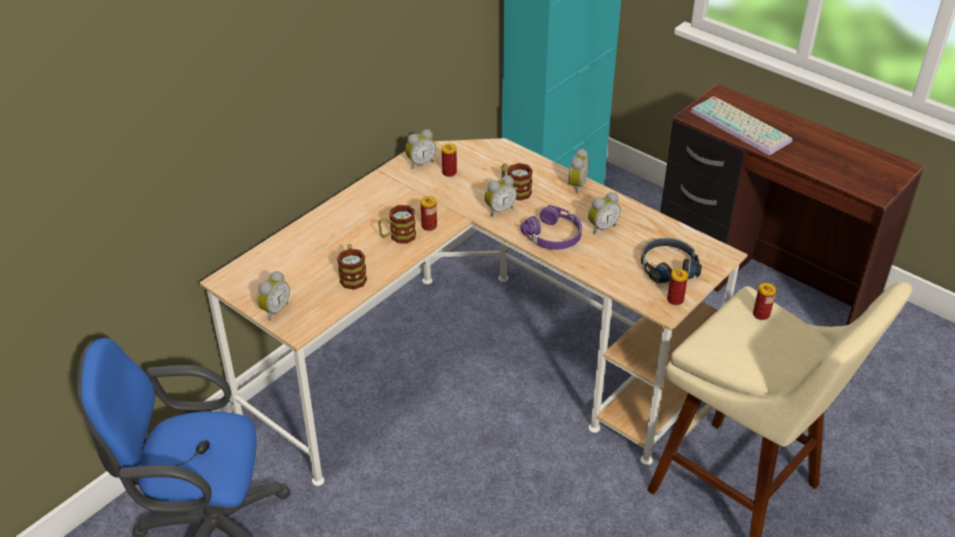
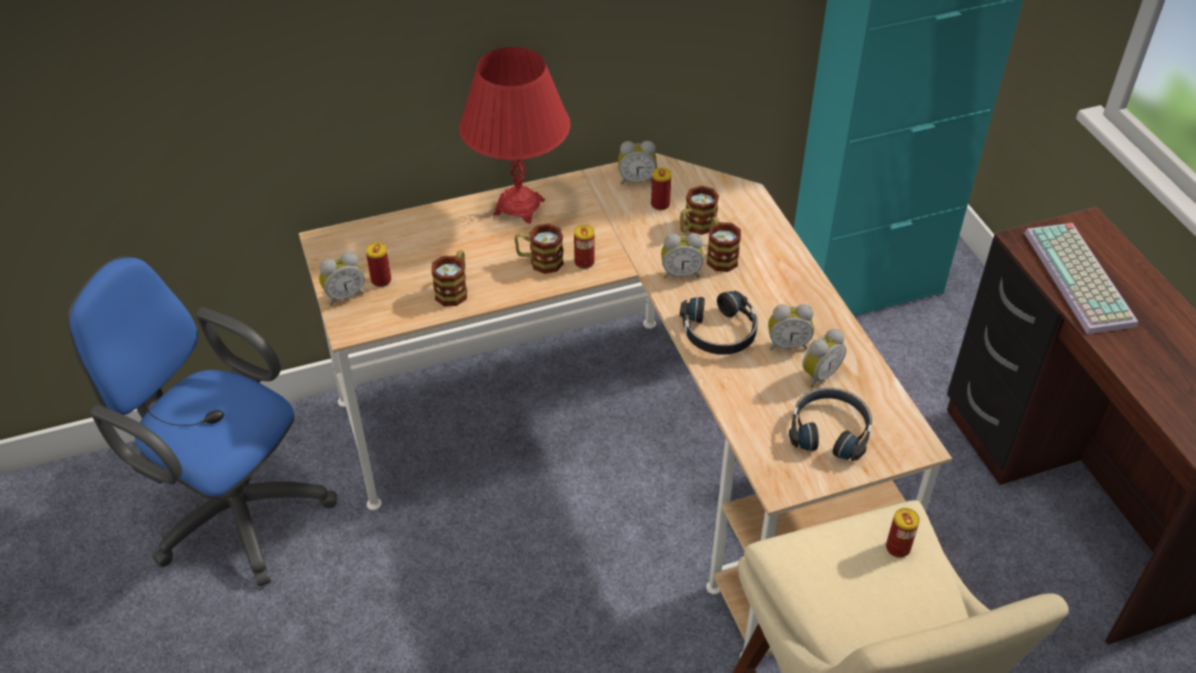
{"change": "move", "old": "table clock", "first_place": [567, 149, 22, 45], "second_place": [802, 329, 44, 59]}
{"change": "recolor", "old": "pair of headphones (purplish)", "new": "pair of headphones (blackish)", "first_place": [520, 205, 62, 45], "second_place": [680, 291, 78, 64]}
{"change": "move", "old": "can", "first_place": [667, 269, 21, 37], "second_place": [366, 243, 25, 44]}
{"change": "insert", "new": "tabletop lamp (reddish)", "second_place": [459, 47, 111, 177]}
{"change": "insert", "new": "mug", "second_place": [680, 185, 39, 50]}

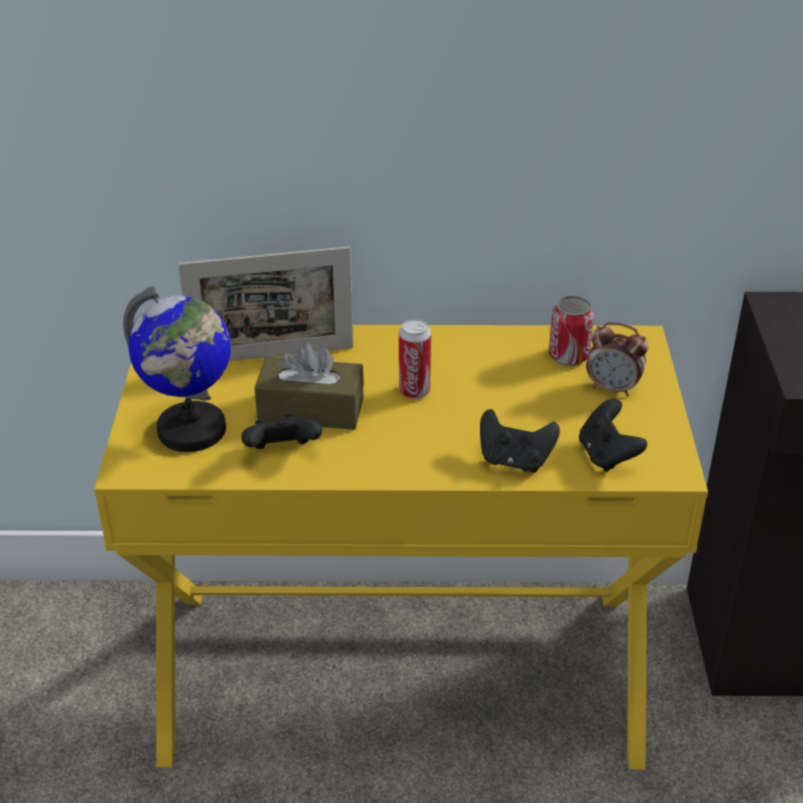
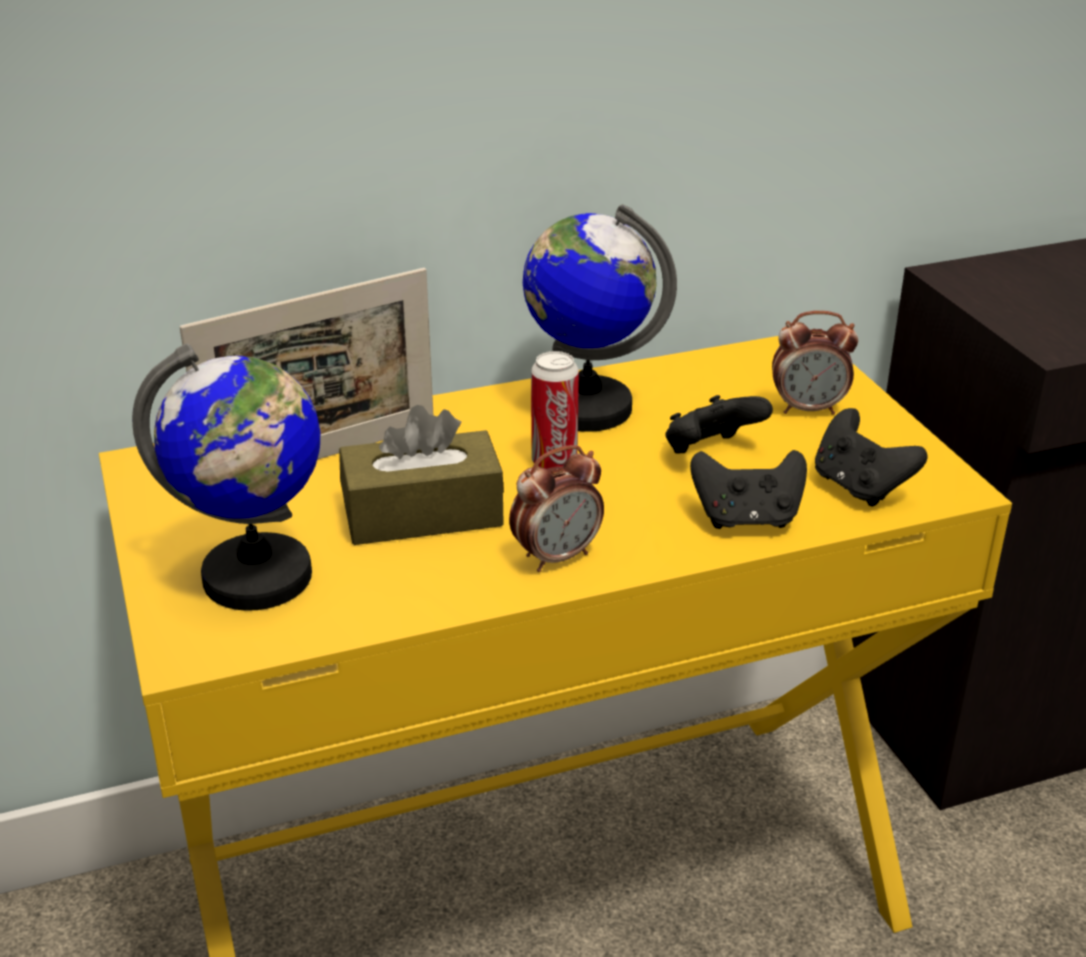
{"change": "delete", "old": "can", "first_place": [549, 296, 45, 70]}
{"change": "move", "old": "gamepad (blackish)", "first_place": [242, 413, 80, 36], "second_place": [665, 395, 108, 59]}
{"change": "insert", "new": "world globe", "second_place": [523, 204, 154, 228]}
{"change": "insert", "new": "table clock", "second_place": [509, 445, 95, 127]}

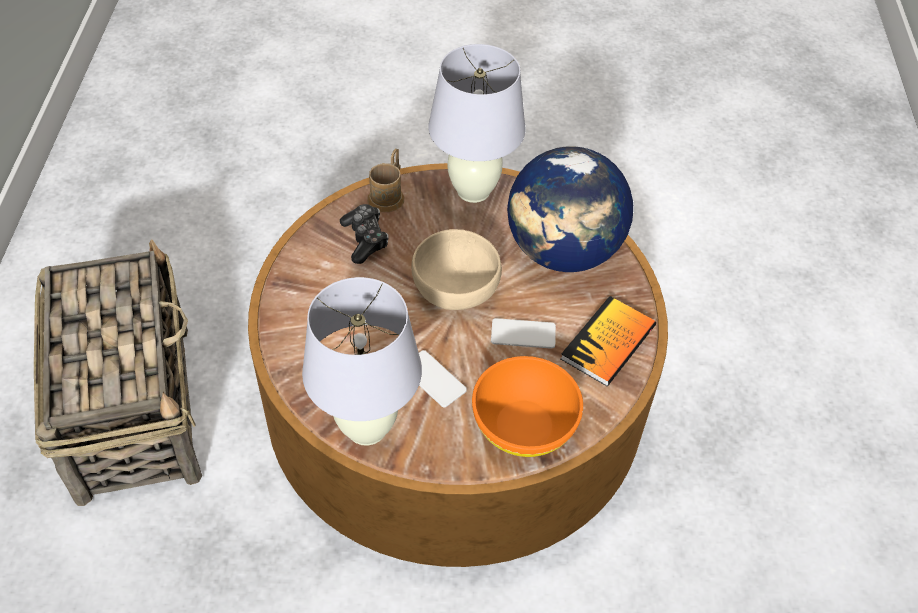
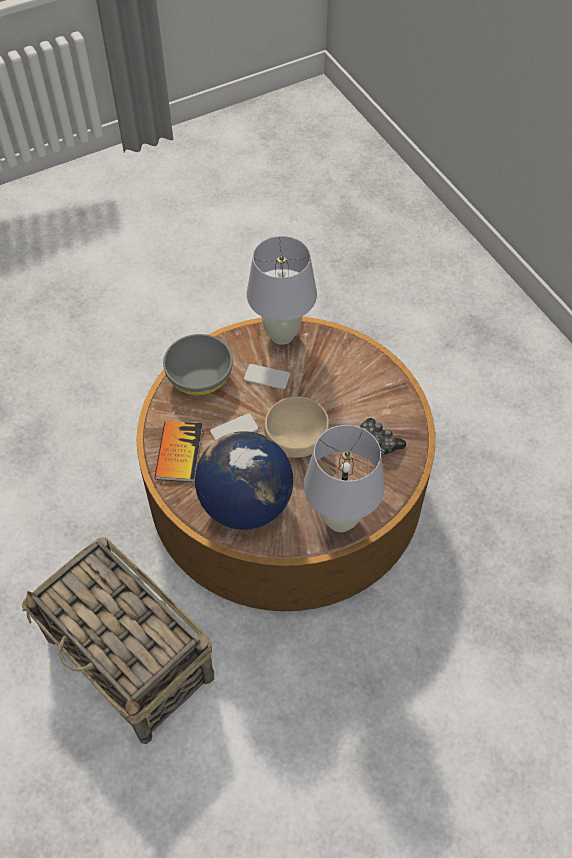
{"change": "delete", "old": "mug (brown)", "first_place": [367, 148, 37, 64]}
{"change": "move", "old": "basket", "first_place": [34, 239, 168, 267], "second_place": [21, 538, 193, 206]}
{"change": "recolor", "old": "serving bowl (orangey)", "new": "serving bowl (gray)", "first_place": [472, 356, 111, 101], "second_place": [163, 334, 70, 61]}

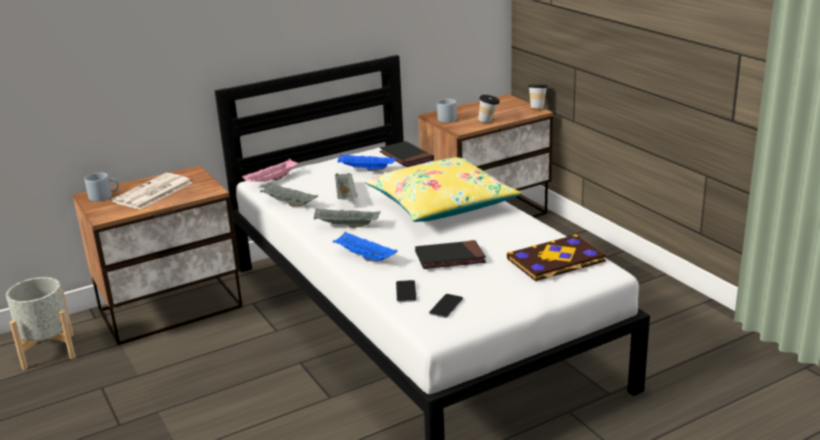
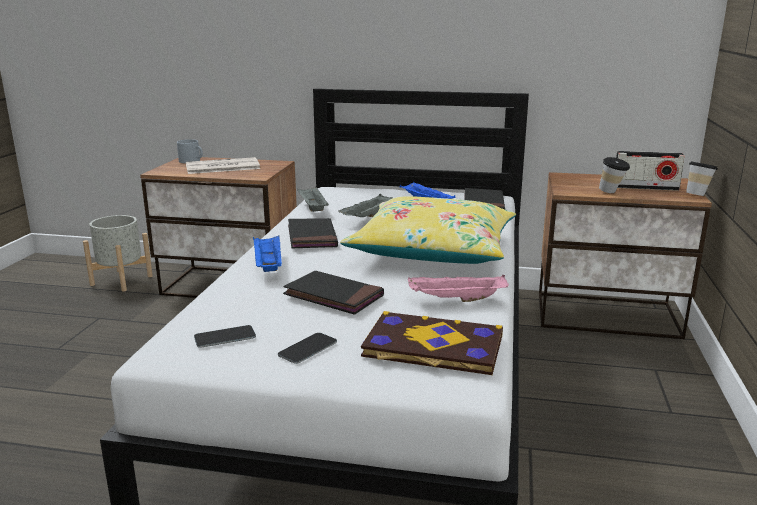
{"change": "delete", "old": "mug (gray)", "first_place": [436, 99, 21, 23]}
{"change": "move", "old": "carrying tray (pinkish)", "first_place": [242, 159, 56, 23], "second_place": [408, 274, 101, 28]}
{"change": "replace", "old": "carrying tray (gray)", "new": "volume (blackish)", "first_place": [314, 209, 66, 19], "second_place": [288, 218, 50, 30]}
{"change": "move", "old": "handset", "first_place": [396, 280, 21, 22], "second_place": [278, 333, 59, 31]}
{"change": "insert", "new": "radio set", "second_place": [616, 151, 69, 40]}

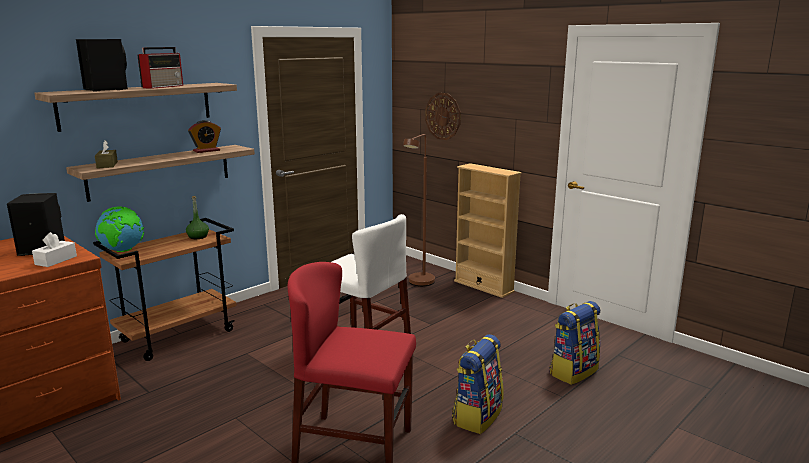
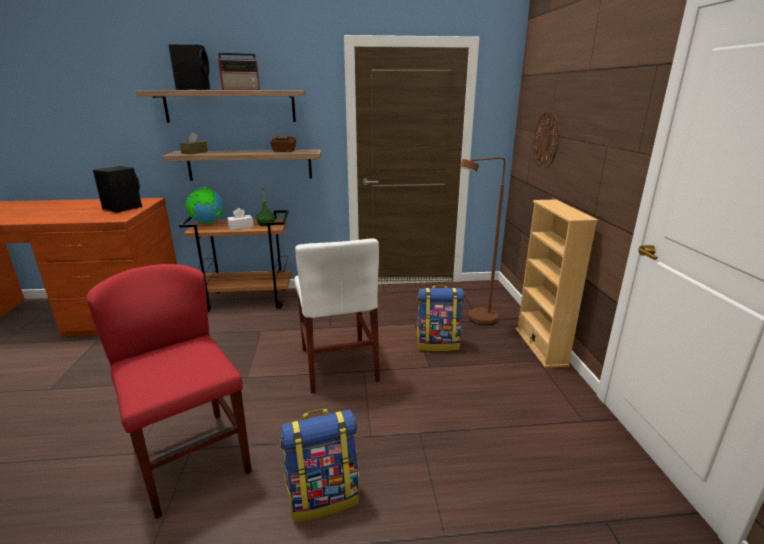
{"change": "replace", "old": "table clock", "new": "tissue box (brown)", "first_place": [188, 120, 33, 33], "second_place": [270, 132, 26, 20]}
{"change": "move", "old": "tissue box (white)", "first_place": [32, 232, 45, 35], "second_place": [227, 208, 27, 22]}
{"change": "move", "old": "rucksack", "first_place": [549, 301, 51, 84], "second_place": [416, 285, 48, 66]}

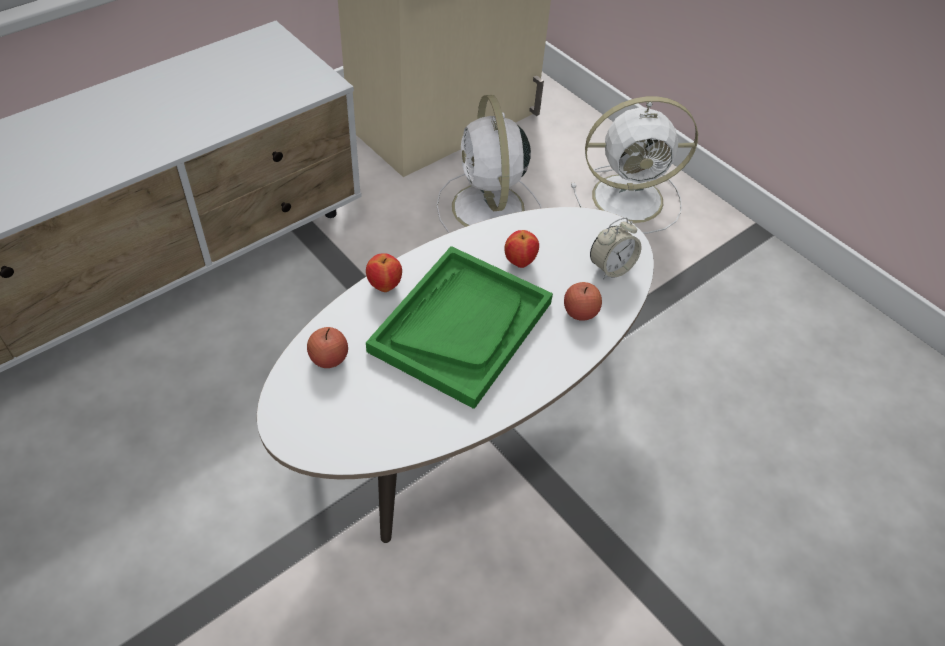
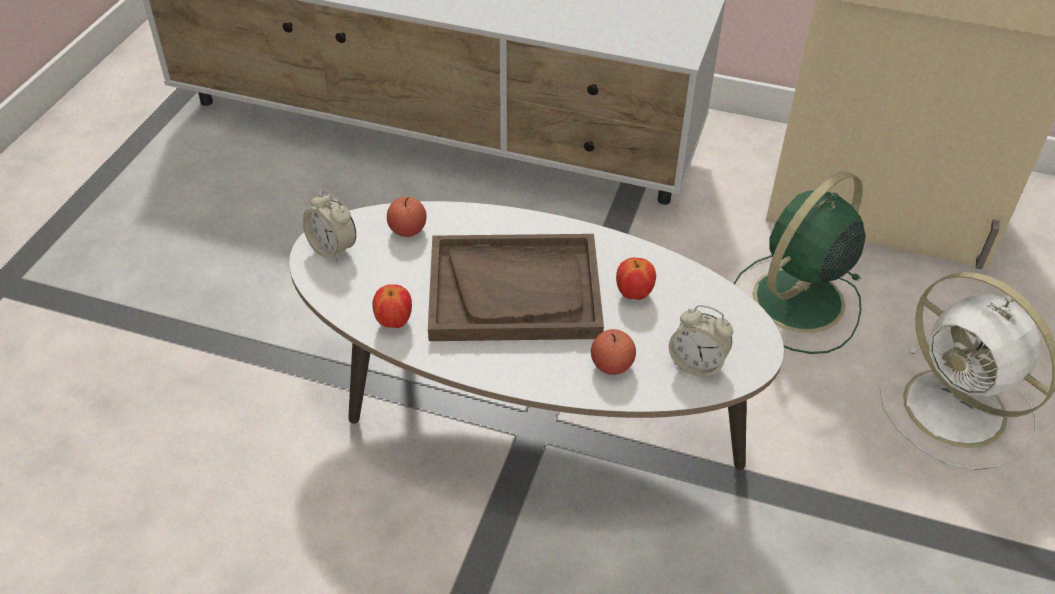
{"change": "recolor", "old": "electric fan (white)", "new": "electric fan (greenish)", "first_place": [436, 95, 106, 138], "second_place": [733, 171, 133, 183]}
{"change": "recolor", "old": "carrying tray (greenish)", "new": "carrying tray (brown)", "first_place": [366, 246, 187, 163], "second_place": [428, 234, 176, 107]}
{"change": "move", "old": "apple fruit", "first_place": [366, 253, 36, 39], "second_place": [372, 284, 40, 44]}
{"change": "insert", "new": "table clock", "second_place": [302, 190, 54, 72]}

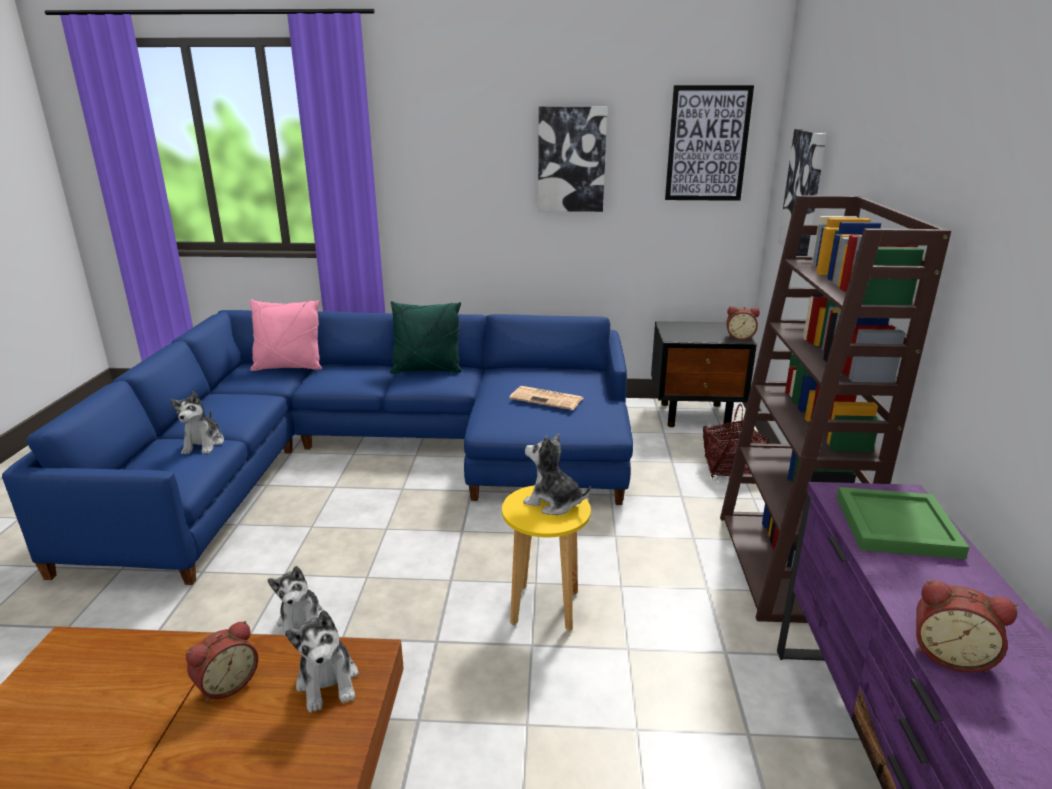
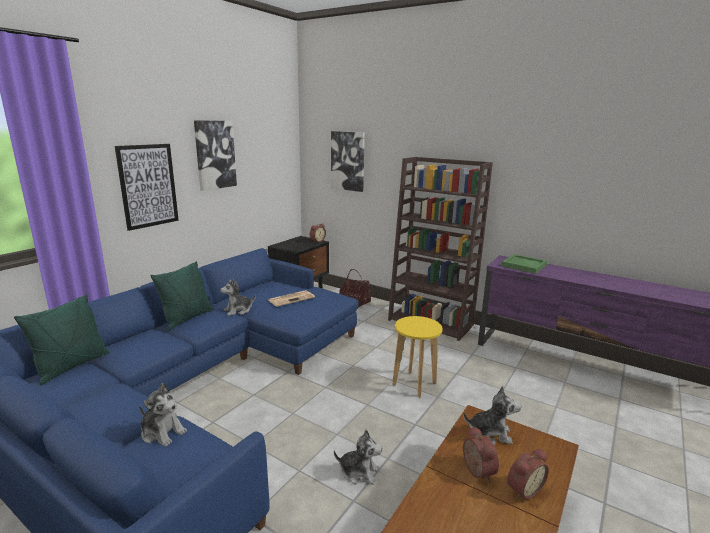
{"change": "move", "old": "wall art", "first_place": [665, 85, 89, 116], "second_place": [115, 144, 64, 87]}
{"change": "recolor", "old": "pillow (pinkish)", "new": "pillow (greenish)", "first_place": [250, 299, 72, 72], "second_place": [14, 294, 96, 91]}
{"change": "move", "old": "soft toy", "first_place": [523, 434, 68, 81], "second_place": [220, 279, 36, 37]}
{"change": "move", "old": "table clock", "first_place": [916, 580, 102, 93], "second_place": [507, 449, 42, 51]}

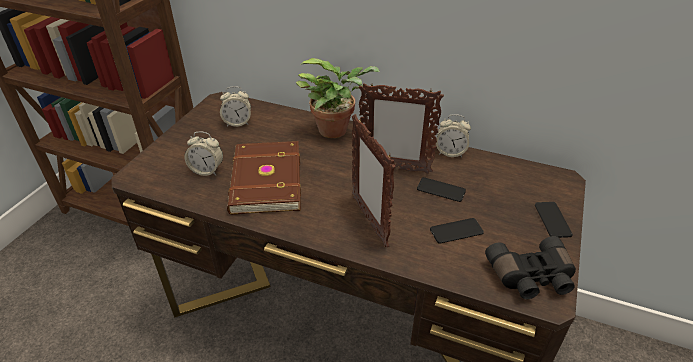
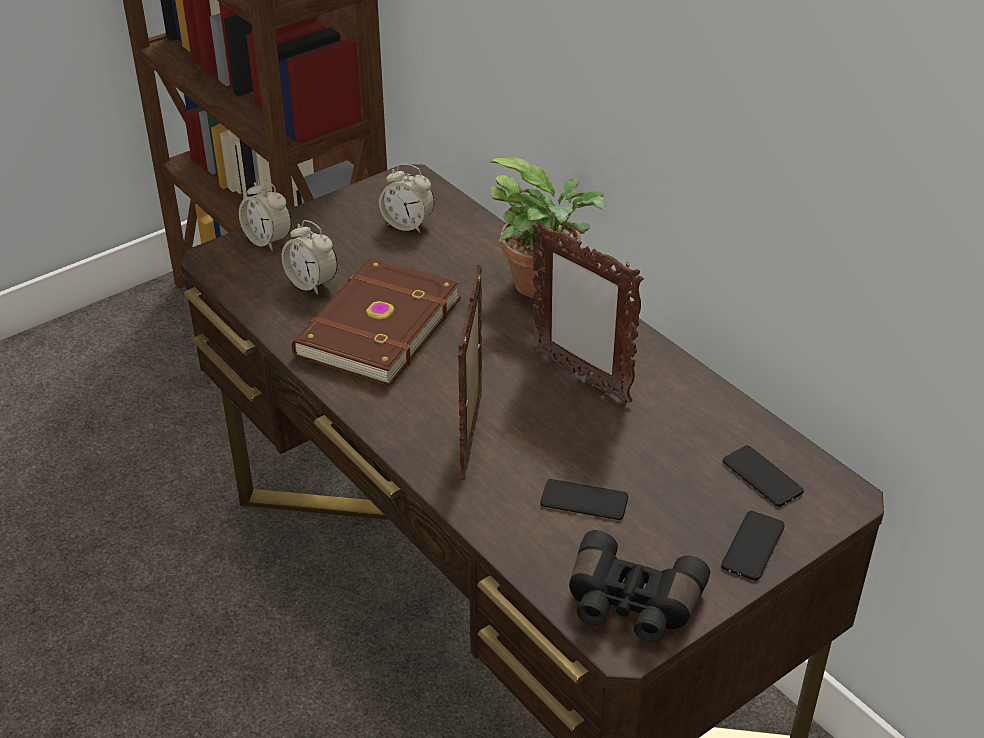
{"change": "move", "old": "table clock", "first_place": [436, 114, 35, 43], "second_place": [239, 178, 53, 73]}
{"change": "move", "old": "handset", "first_place": [417, 177, 49, 25], "second_place": [723, 445, 81, 62]}

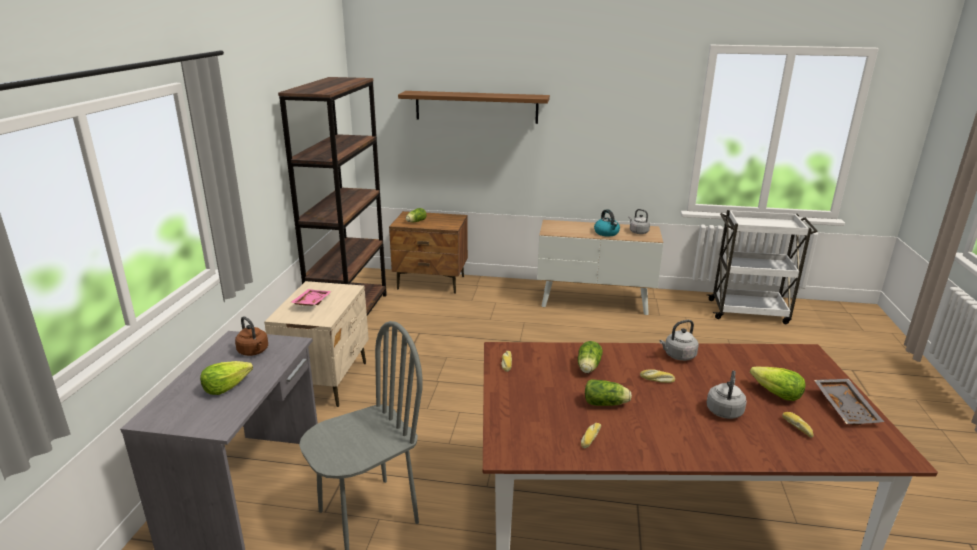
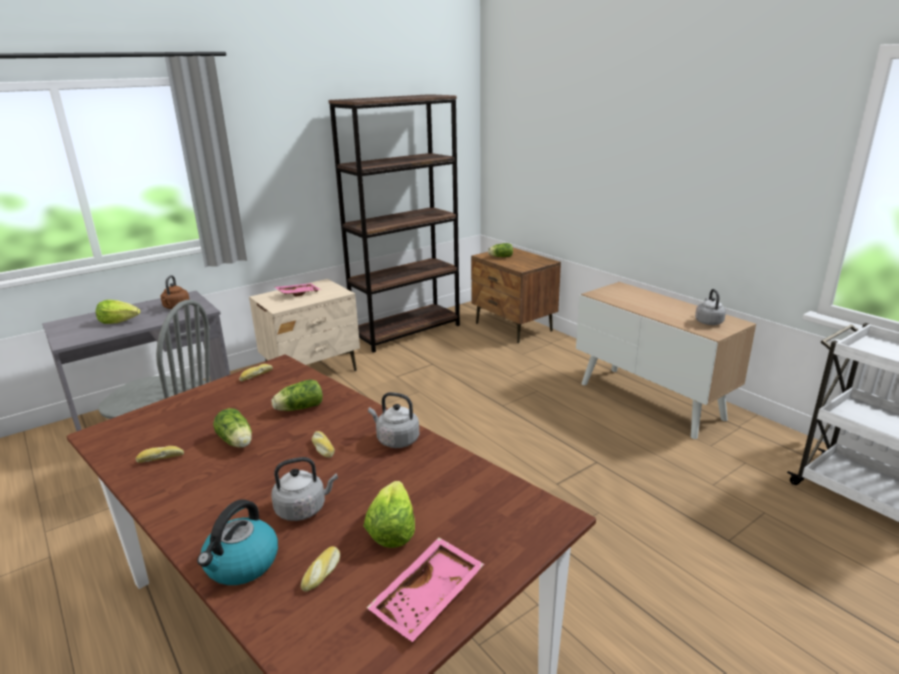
{"change": "delete", "old": "shelf", "first_place": [398, 91, 152, 33]}
{"change": "move", "old": "kettle", "first_place": [594, 209, 26, 27], "second_place": [197, 499, 81, 86]}
{"change": "recolor", "old": "carrying tray (gray)", "new": "carrying tray (pinkish)", "first_place": [814, 379, 70, 46], "second_place": [366, 537, 118, 105]}

